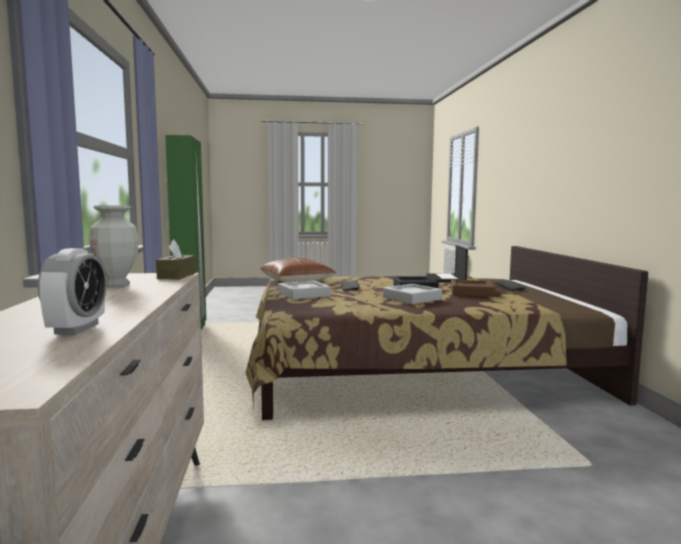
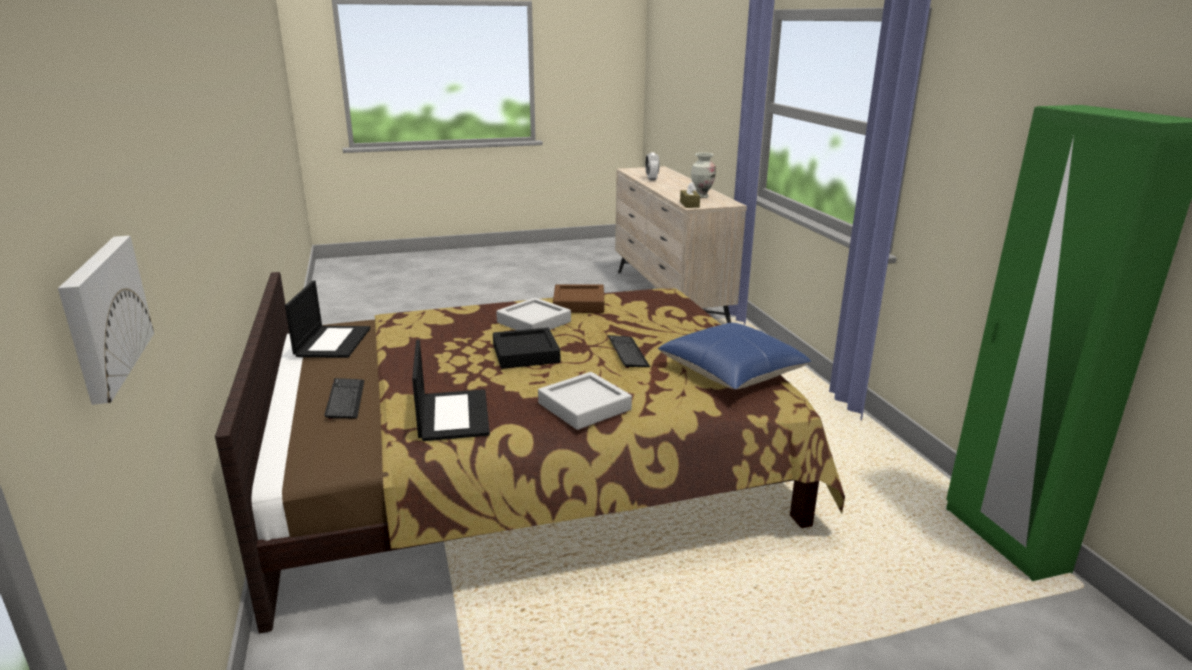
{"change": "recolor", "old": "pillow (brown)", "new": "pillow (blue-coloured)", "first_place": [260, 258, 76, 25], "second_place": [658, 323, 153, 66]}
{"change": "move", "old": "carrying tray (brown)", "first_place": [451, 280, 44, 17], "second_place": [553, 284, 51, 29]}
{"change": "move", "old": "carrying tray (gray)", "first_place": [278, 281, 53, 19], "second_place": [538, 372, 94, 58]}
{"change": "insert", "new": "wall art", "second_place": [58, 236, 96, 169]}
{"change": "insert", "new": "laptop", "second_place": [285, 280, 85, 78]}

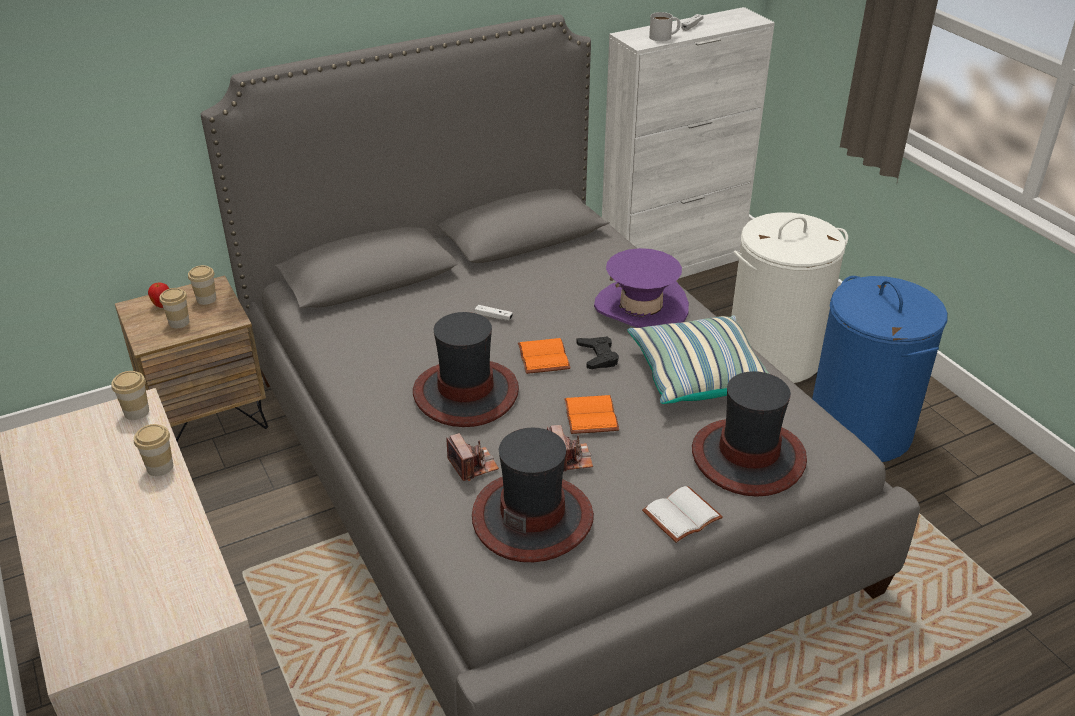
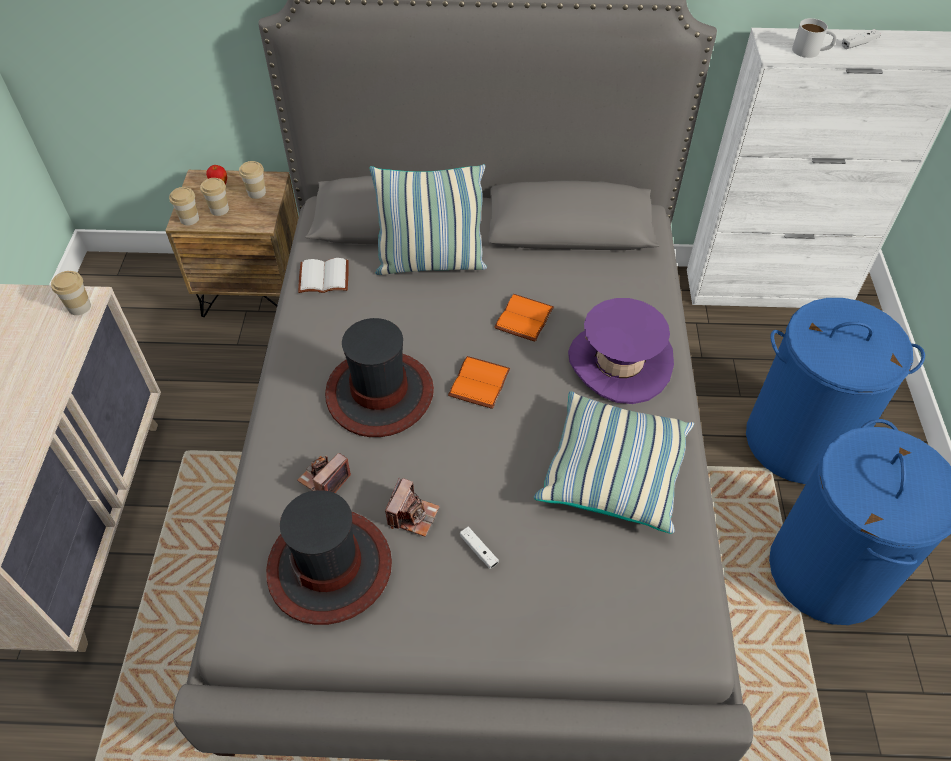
{"change": "recolor", "old": "washing basket (white)", "new": "washing basket (blue-coloured)", "first_place": [731, 212, 117, 171], "second_place": [746, 298, 179, 186]}
{"change": "move", "old": "gamepad (white)", "first_place": [475, 305, 38, 15], "second_place": [460, 526, 39, 43]}
{"change": "delete", "old": "gamepad (blackish)", "first_place": [576, 337, 43, 32]}
{"change": "delete", "old": "hat", "first_place": [692, 371, 115, 126]}
{"change": "move", "old": "volume (orangey)", "first_place": [564, 395, 55, 39], "second_place": [494, 294, 60, 48]}
{"change": "move", "old": "drinking cup", "first_place": [134, 424, 39, 52], "second_place": [169, 187, 30, 39]}
{"change": "rotate", "old": "still camera", "first_place": [447, 433, 52, 48], "second_place": [297, 453, 54, 40], "degrees": -150}
{"change": "move", "old": "volume (white)", "first_place": [642, 486, 81, 57], "second_place": [298, 258, 51, 35]}
{"change": "insert", "new": "pillow", "second_place": [369, 164, 118, 111]}

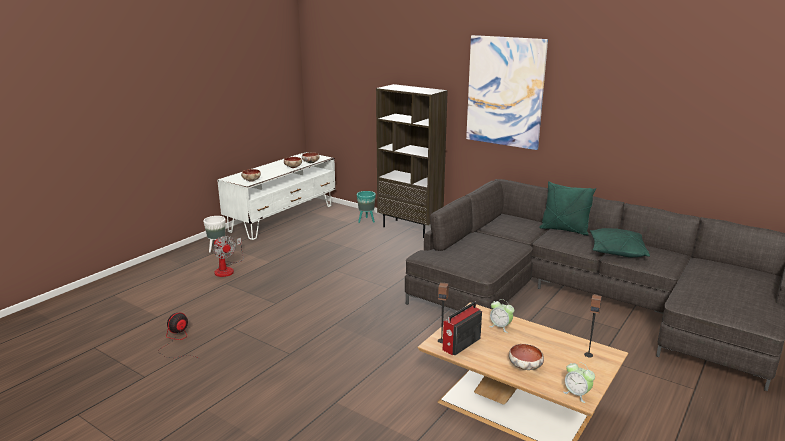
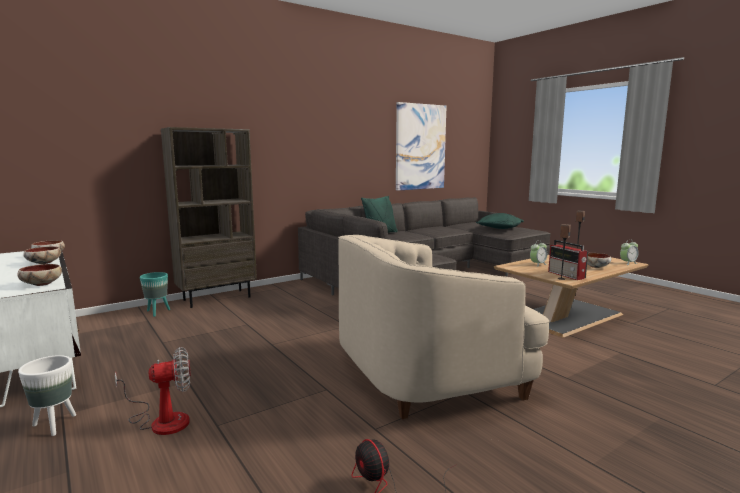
{"change": "move", "old": "wall art", "first_place": [466, 35, 82, 115], "second_place": [396, 102, 51, 89]}
{"change": "move", "old": "pillow (greenish)", "first_place": [590, 228, 60, 29], "second_place": [476, 213, 48, 16]}
{"change": "insert", "new": "armchair (beige)", "second_place": [338, 235, 212, 184]}

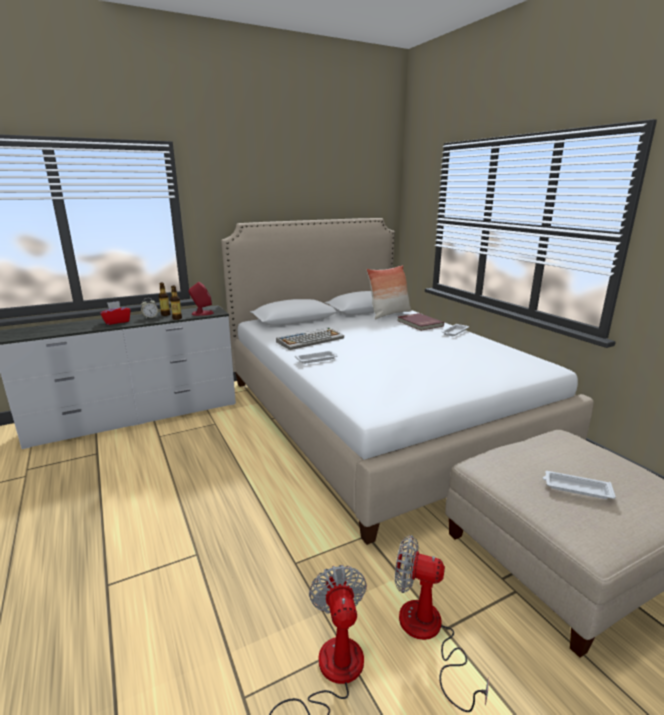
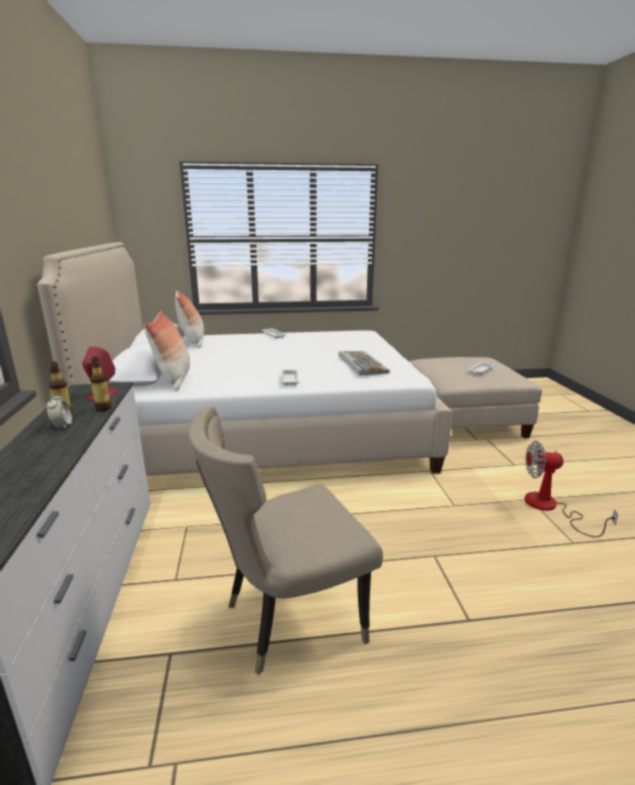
{"change": "delete", "old": "tissue box (reddish)", "first_place": [100, 301, 31, 24]}
{"change": "delete", "old": "volume (reddish)", "first_place": [397, 313, 47, 18]}
{"change": "move", "old": "keyboard", "first_place": [276, 327, 68, 23], "second_place": [339, 351, 51, 25]}
{"change": "delete", "old": "electric fan", "first_place": [395, 535, 94, 177]}
{"change": "insert", "new": "pillow", "second_place": [144, 311, 46, 80]}
{"change": "insert", "new": "chair (beige)", "second_place": [189, 406, 194, 270]}

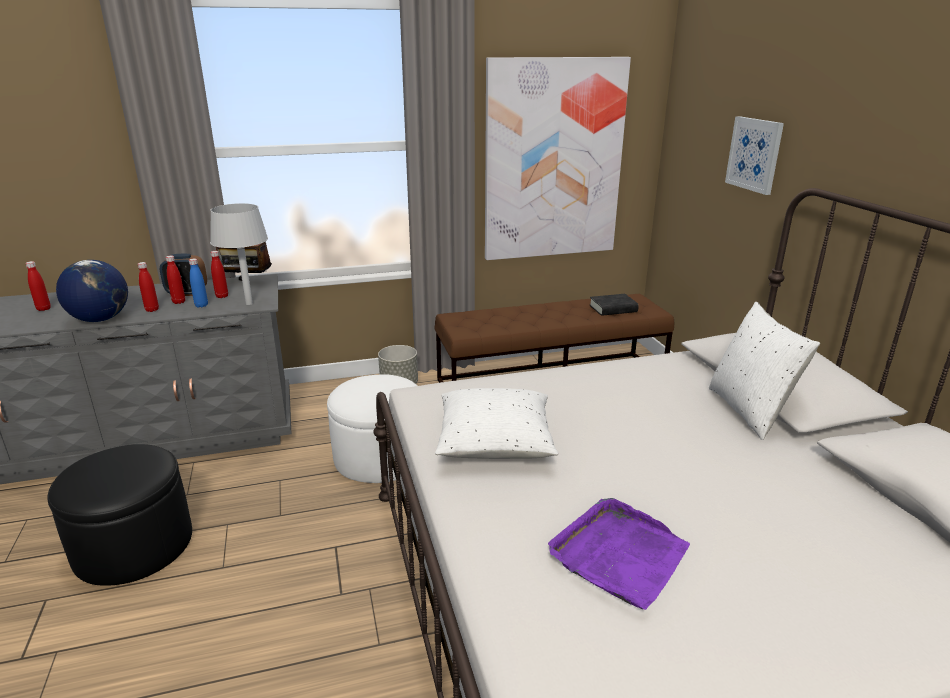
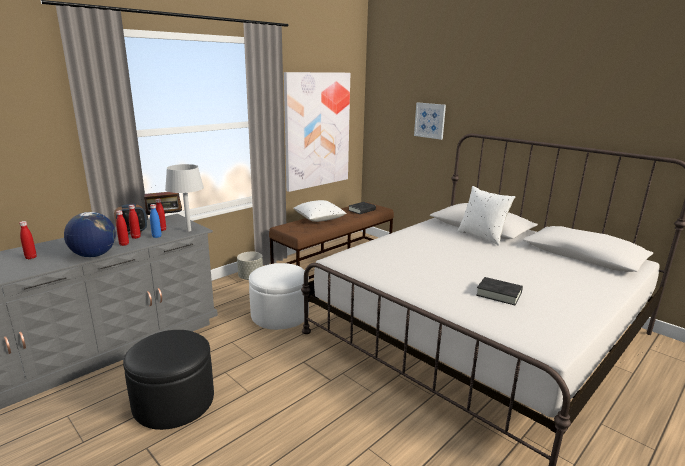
{"change": "move", "old": "pillow (white)", "first_place": [435, 388, 123, 71], "second_place": [293, 200, 54, 22]}
{"change": "replace", "old": "carrying tray (purplish)", "new": "volume (blackish)", "first_place": [548, 498, 142, 112], "second_place": [476, 277, 47, 29]}

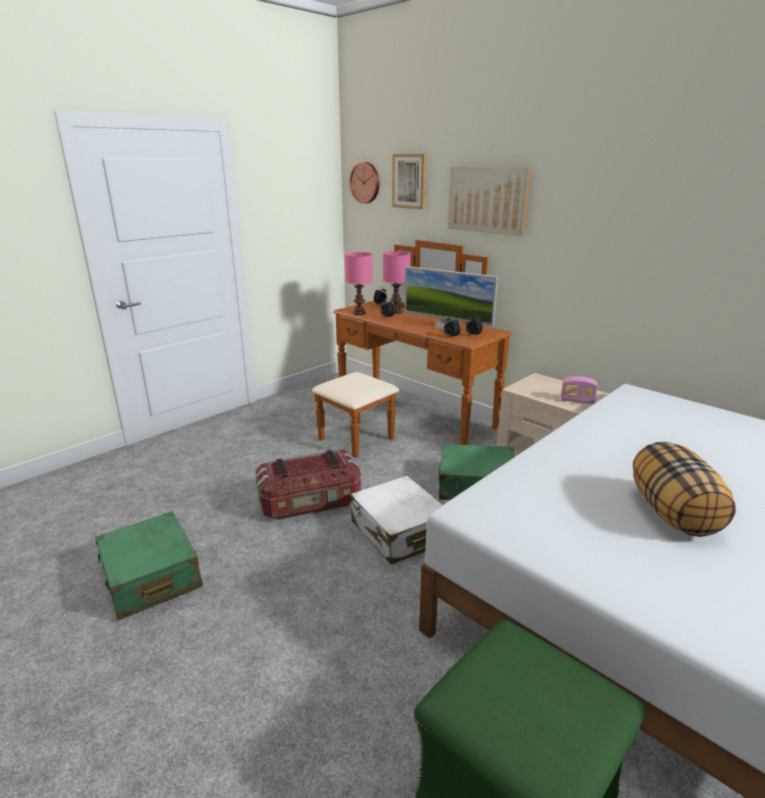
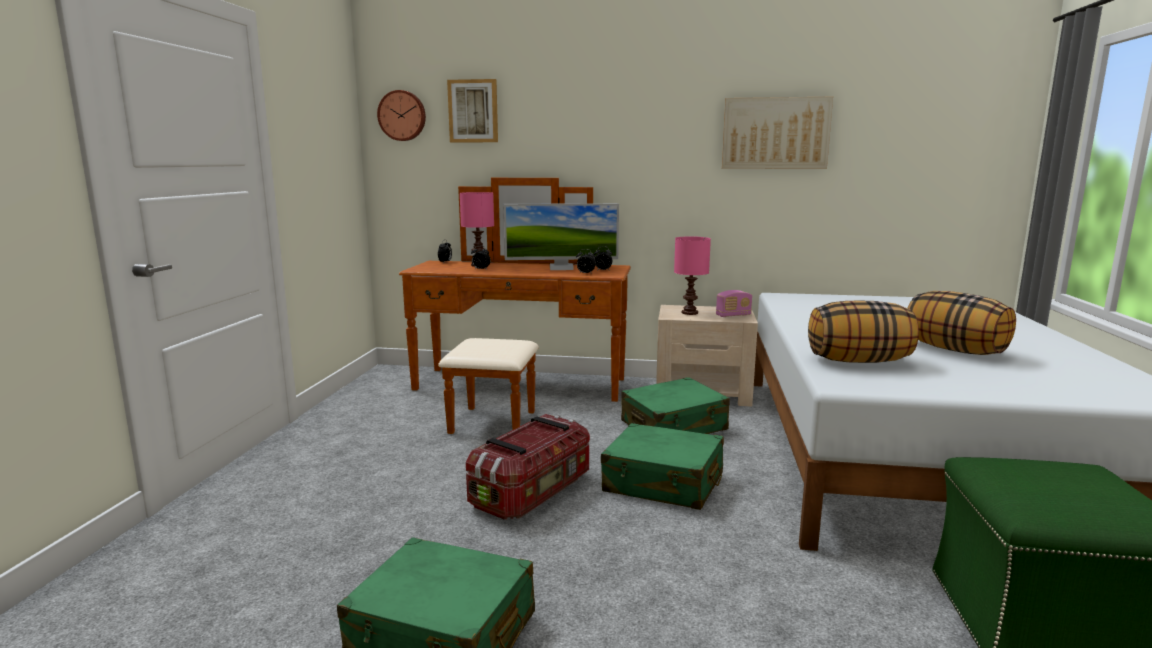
{"change": "move", "old": "wall art", "first_place": [448, 167, 84, 69], "second_place": [722, 97, 111, 72]}
{"change": "move", "old": "tabletop lamp (pinkish)", "first_place": [345, 252, 28, 63], "second_place": [674, 236, 37, 79]}
{"change": "recolor", "old": "travel case (white)", "new": "travel case (greenish)", "first_place": [350, 476, 92, 89], "second_place": [601, 423, 123, 87]}
{"change": "insert", "new": "pillow", "second_place": [808, 301, 111, 62]}

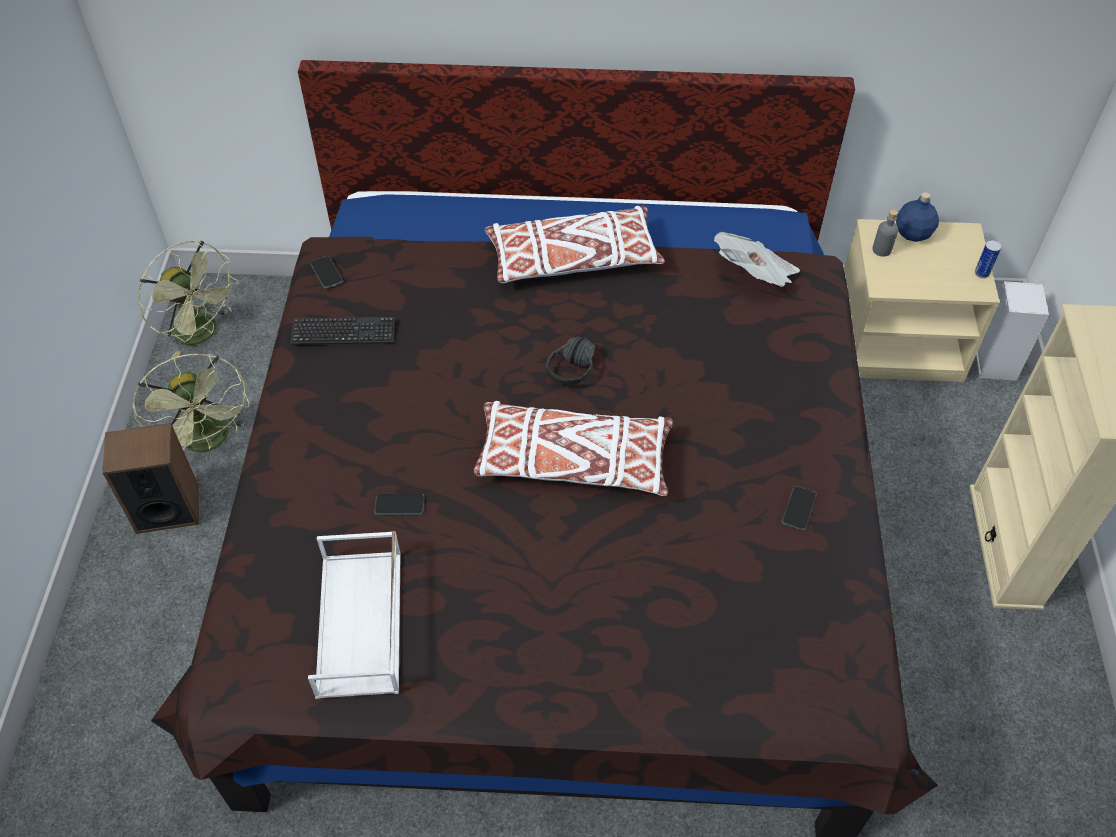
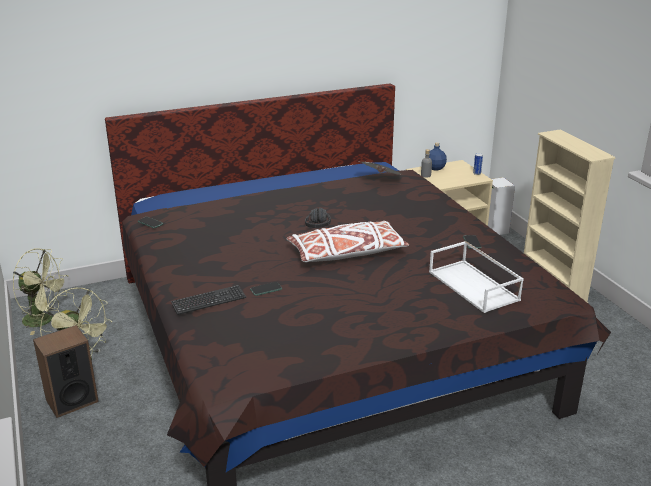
{"change": "delete", "old": "pillow (white)", "first_place": [485, 206, 180, 77]}
{"change": "move", "old": "keyboard", "first_place": [291, 317, 104, 28], "second_place": [171, 285, 75, 30]}
{"change": "move", "old": "carrying tray (white)", "first_place": [308, 531, 93, 168], "second_place": [429, 241, 95, 72]}

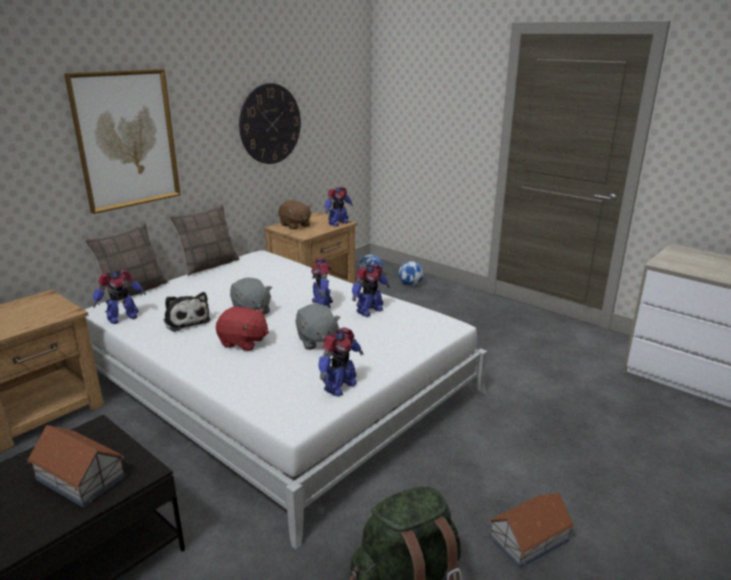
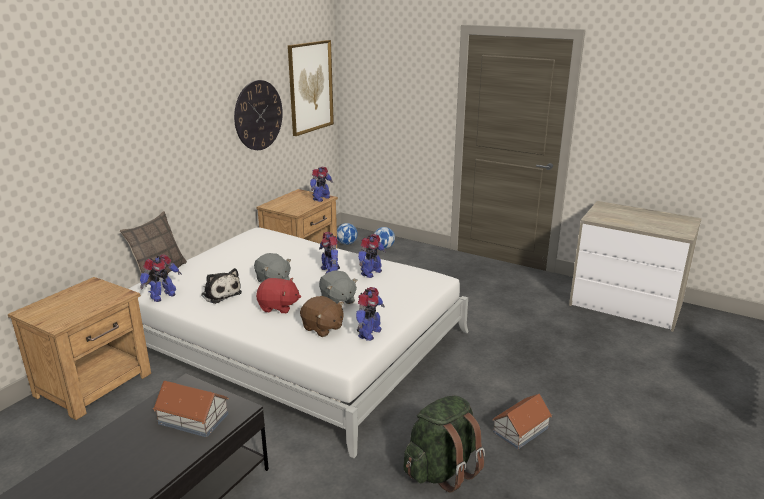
{"change": "move", "old": "wall art", "first_place": [64, 69, 117, 145], "second_place": [288, 40, 46, 96]}
{"change": "move", "old": "soft toy (brown)", "first_place": [278, 200, 34, 30], "second_place": [300, 296, 44, 41]}
{"change": "delete", "old": "pillow", "first_place": [169, 204, 70, 72]}

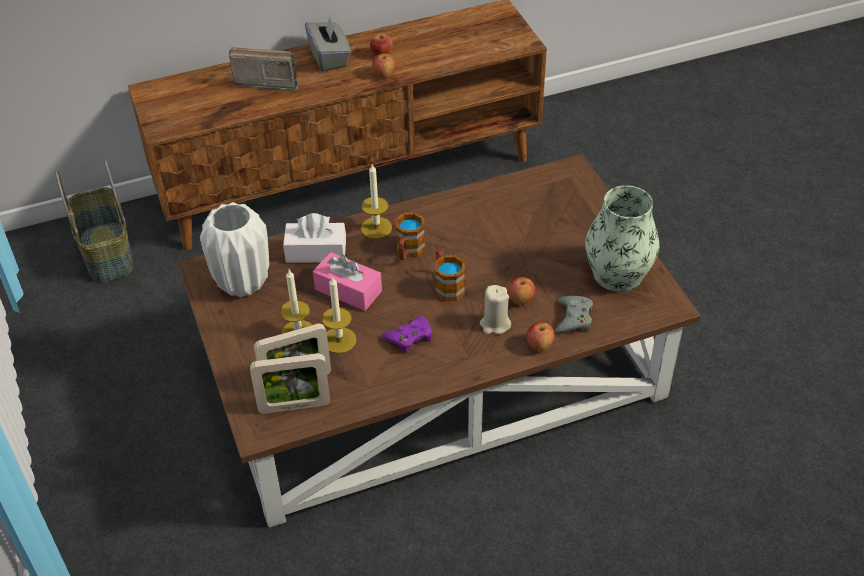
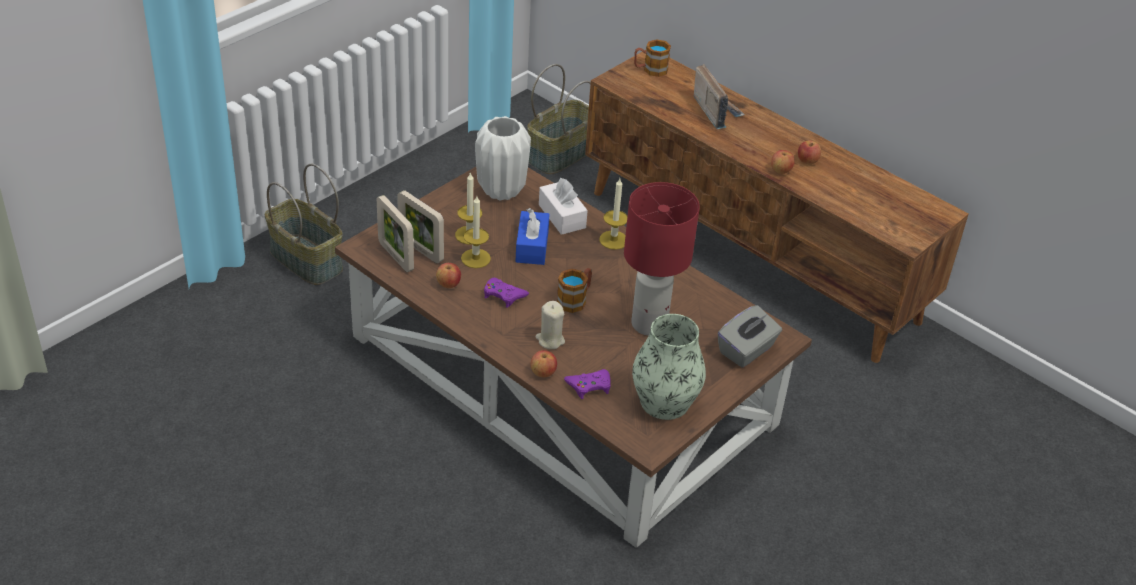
{"change": "move", "old": "tissue box (gray)", "first_place": [305, 16, 46, 56], "second_place": [718, 305, 64, 62]}
{"change": "move", "old": "mug", "first_place": [395, 212, 30, 48], "second_place": [634, 39, 37, 38]}
{"change": "recolor", "old": "tissue box (pinkish)", "new": "tissue box (blue-coloured)", "first_place": [313, 252, 69, 59], "second_place": [516, 208, 34, 57]}
{"change": "move", "old": "apple fruit", "first_place": [508, 277, 27, 28], "second_place": [436, 263, 25, 25]}
{"change": "recolor", "old": "gamepad (gray)", "new": "gamepad (purplish)", "first_place": [555, 296, 38, 37], "second_place": [564, 369, 47, 30]}
{"change": "insert", "new": "basket", "second_place": [265, 164, 78, 121]}
{"change": "insert", "new": "tabletop lamp (reddish)", "second_place": [624, 182, 76, 154]}

